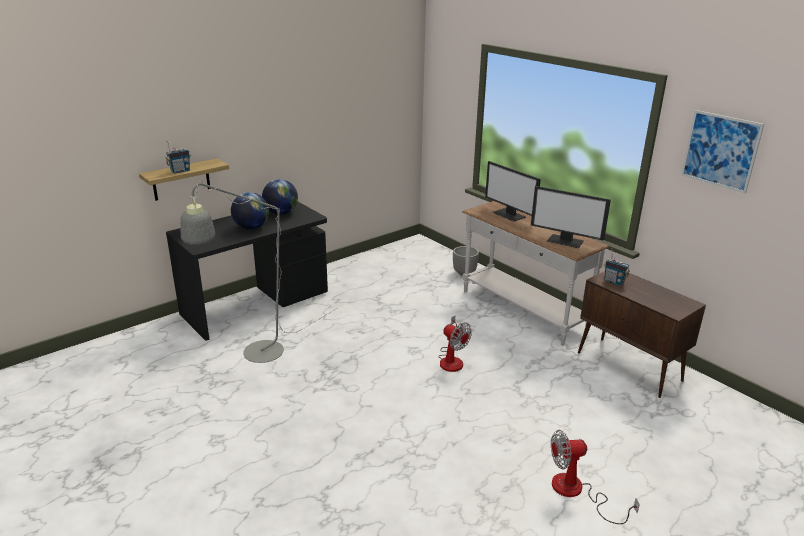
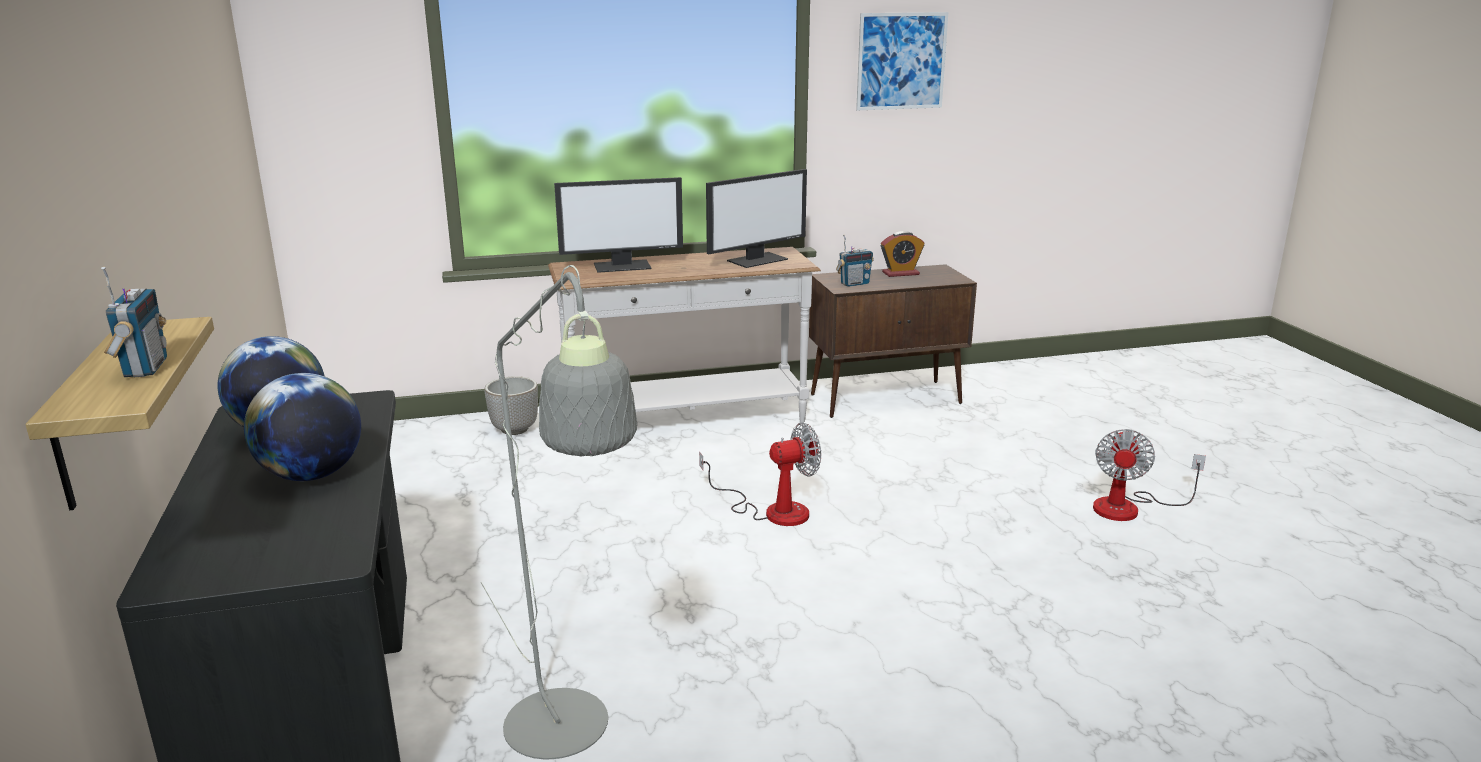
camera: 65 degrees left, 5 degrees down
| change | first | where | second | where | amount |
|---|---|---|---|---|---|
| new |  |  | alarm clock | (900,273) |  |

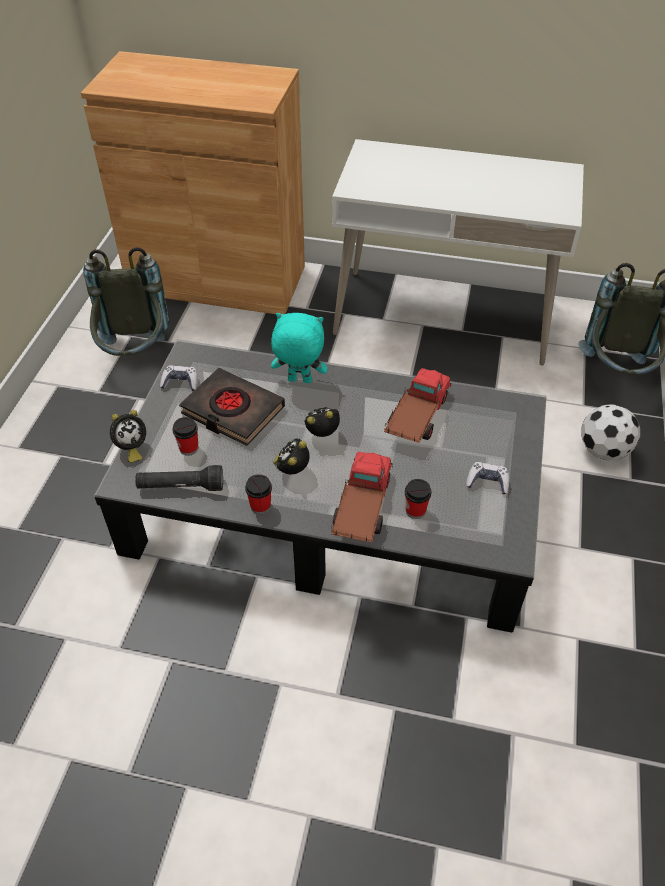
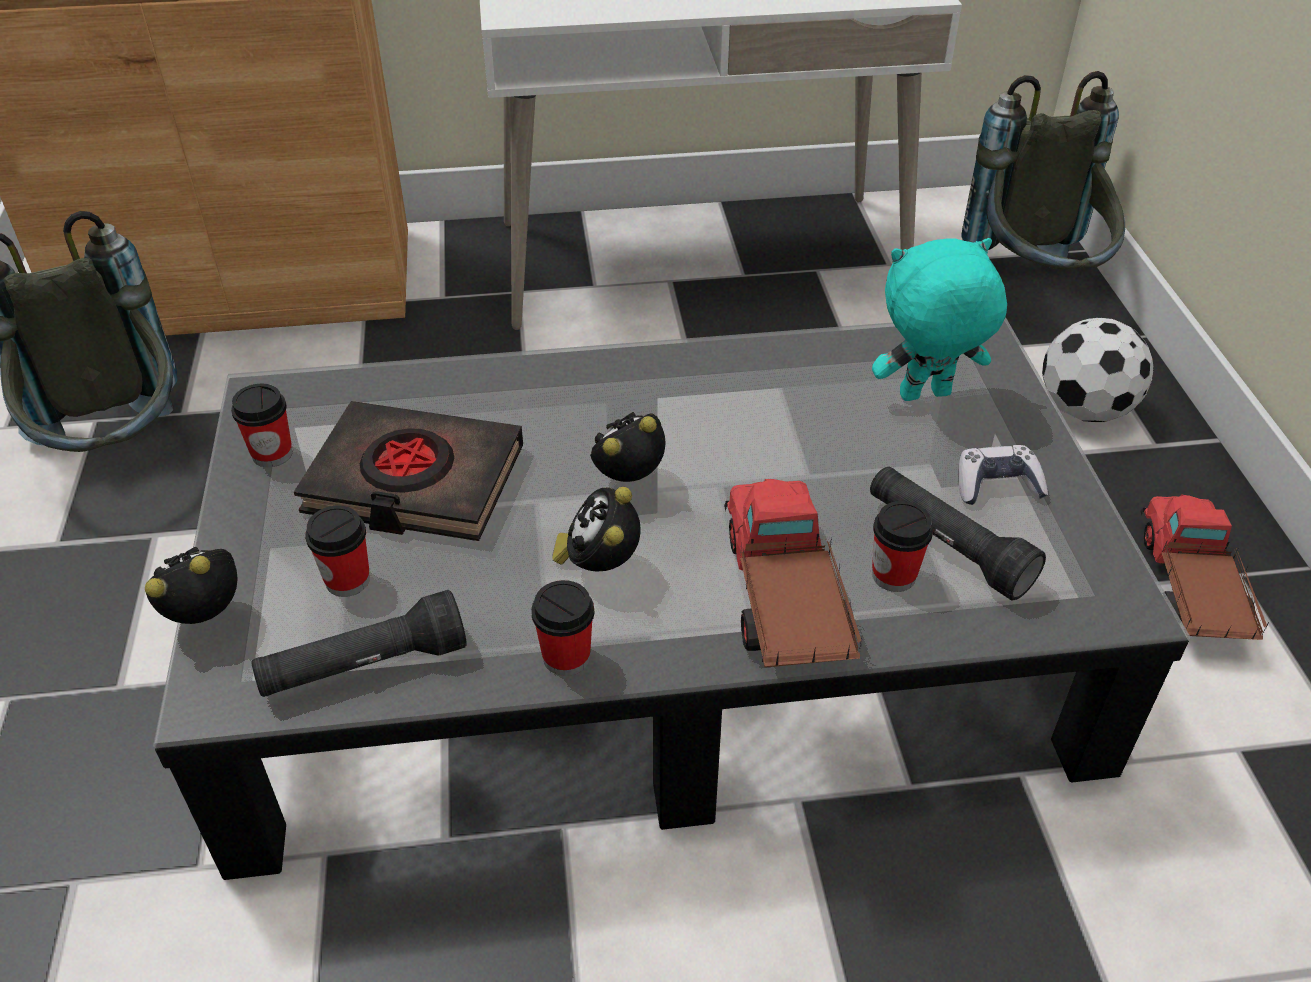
camera: 20 degrees left, 5 degrees down
| change | first | where | second | where | amount |
|---|---|---|---|---|---|
| rotated | alarm clock | (131,448) |  | (209,616) | 150 degrees counterclockwise |
| swapped | game controller | (180,383) | cup | (272,454) |  |
| new |  |  | black flashlight | (946,546) |  |
| shifted | turquoise plush toy | (299,381) |  | (925,397) |  |
| shifted | toy truck | (416,417) |  | (1189,590) |  |

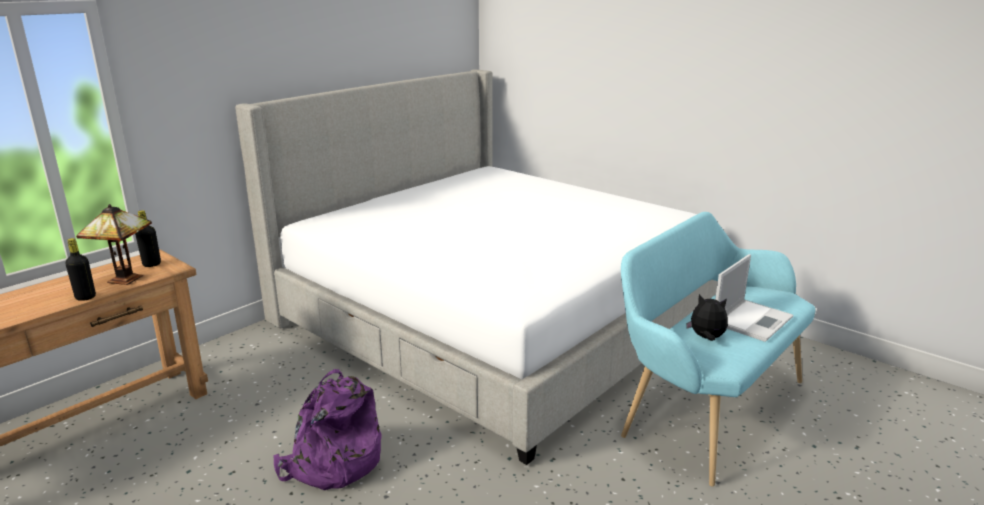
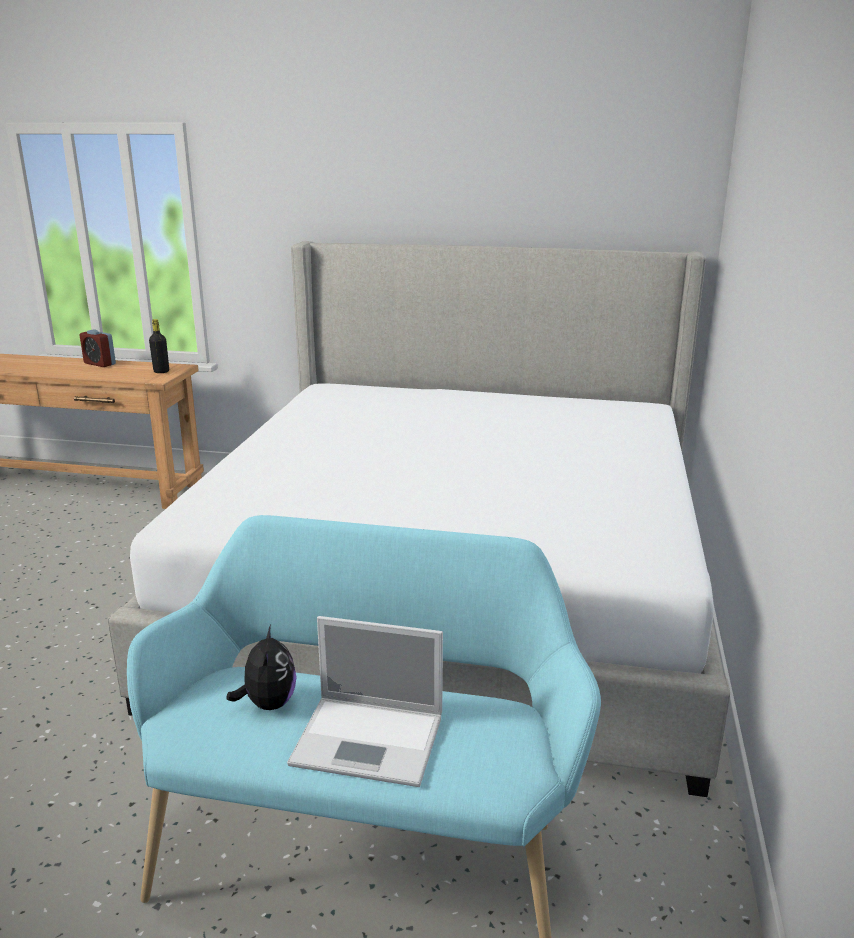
camera: 60 degrees right, 0 degrees up
| change | first | where | second | where | amount |
|---|---|---|---|---|---|
| new |  |  | alarm clock | (100,364) |  |
| gone | black bottle | (85,297) |  |  |  |
| gone | table lamp | (128,279) |  |  |  |
| gone | purple backpack | (332,463) |  |  |  |

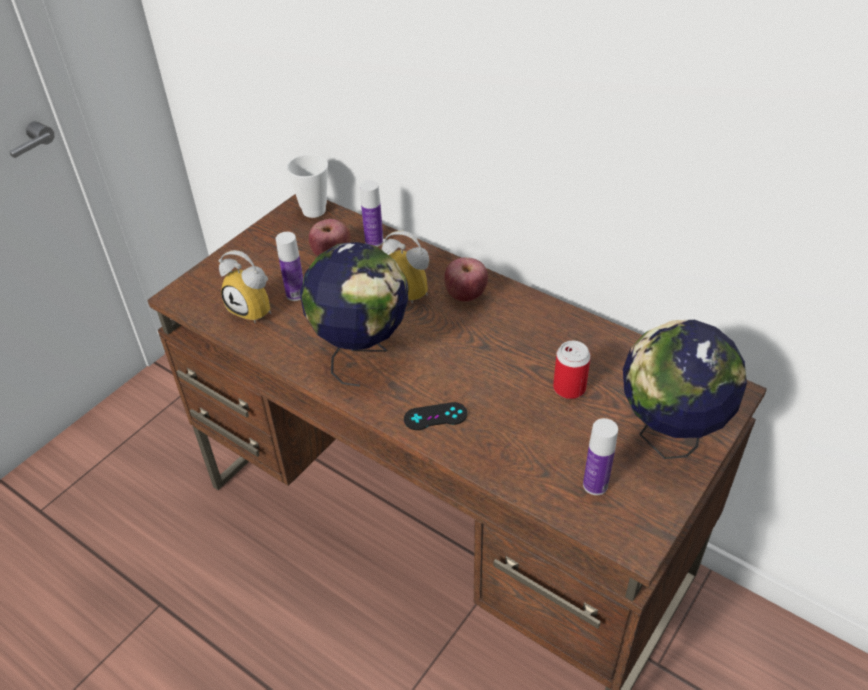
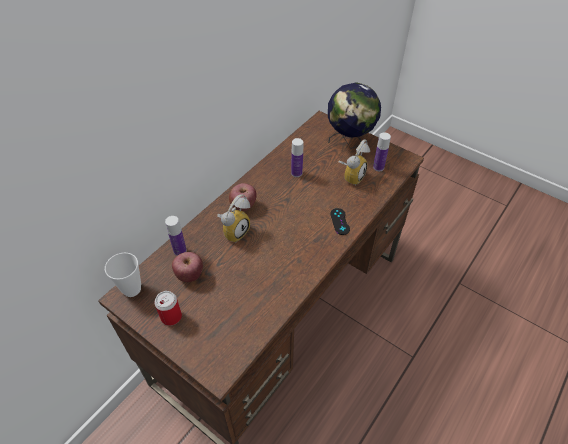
camera: 90 degrees left, 5 degrees up
| change | first | where | second | where | amount |
|---|---|---|---|---|---|
| shifted | can | (569,388) |  | (171,317) |  |
| shifted | bottle | (295,294) |  | (296,173) |  |
| shifted | alarm clock | (256,309) |  | (351,176) |  |
| gone | globe | (361,354) |  |  |  |

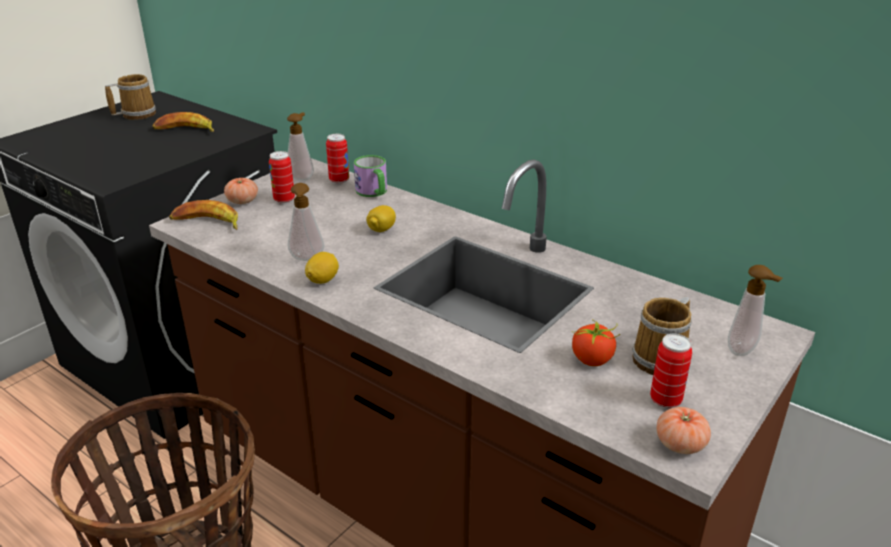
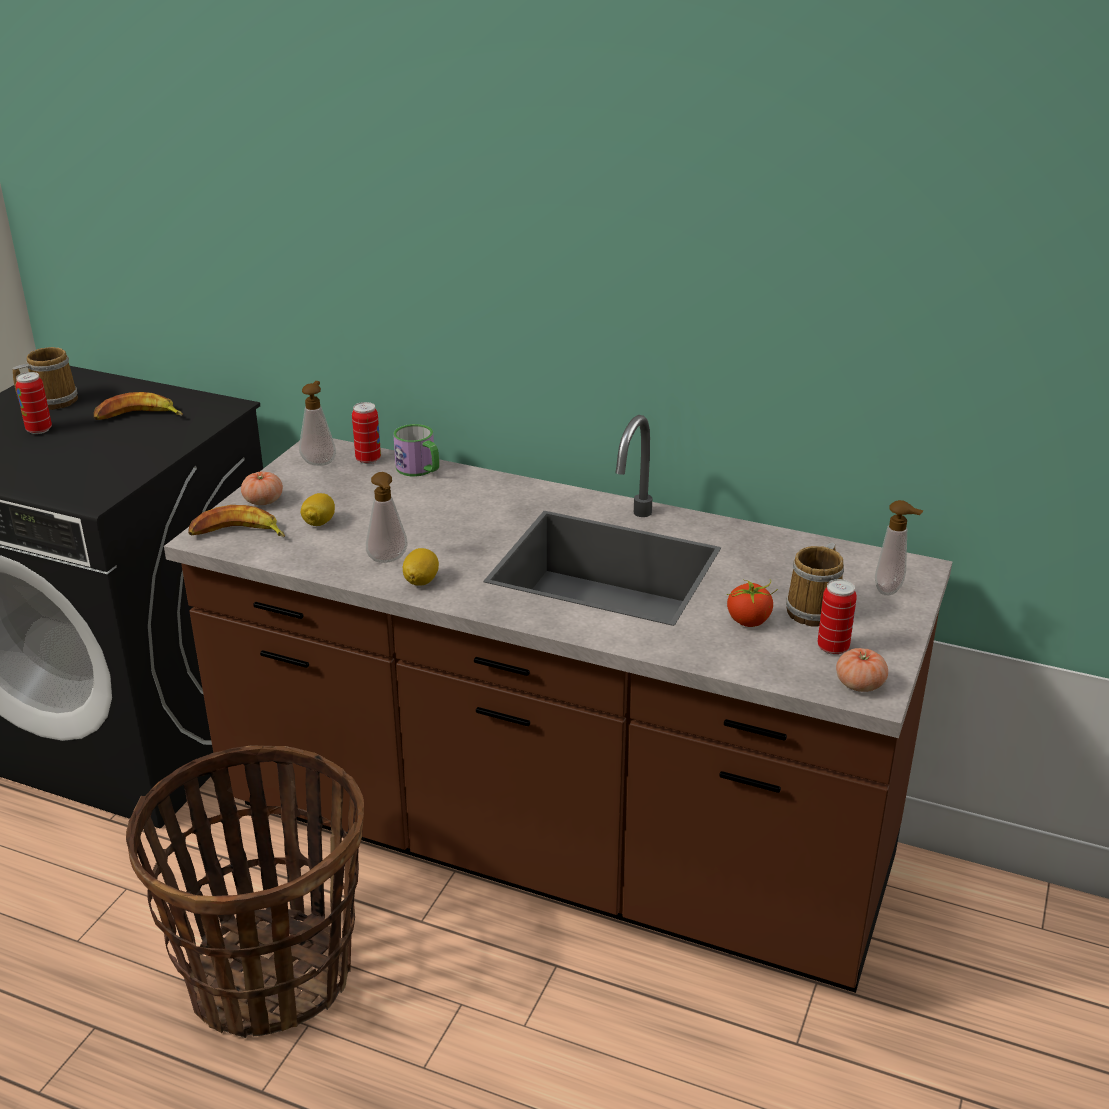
camera: 15 degrees left, 0 degrees up
| change | first | where | second | where | amount |
|---|---|---|---|---|---|
| shifted | can | (284,200) |  | (39,430) |  |
| shifted | lemon | (381,230) |  | (319,523) |  |

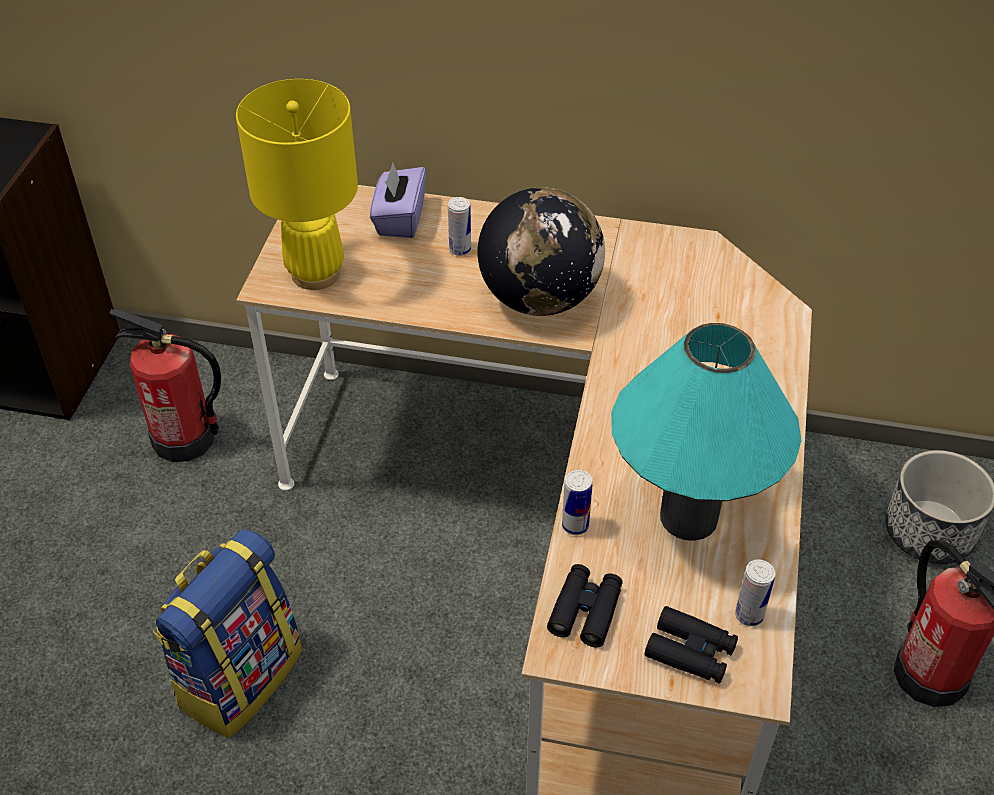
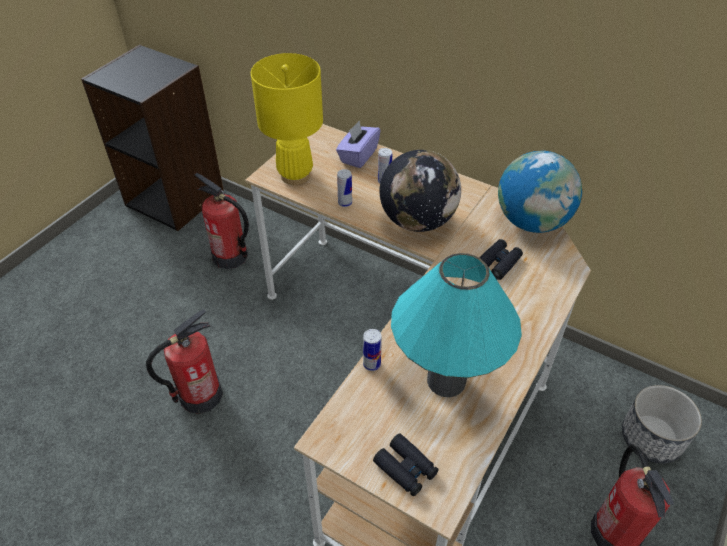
camera: 20 degrees right, 0 degrees up
| change | first | where | second | where | amount |
|---|---|---|---|---|---|
| swapped | backpack | (239,676) | fire extinguisher | (200,395) |  |
| shifted | can | (749,615) |  | (345,203) |  |
| shifted | black binoculars | (585,610) |  | (498,263) |  |
| new |  |  | globe | (532,222) |  |

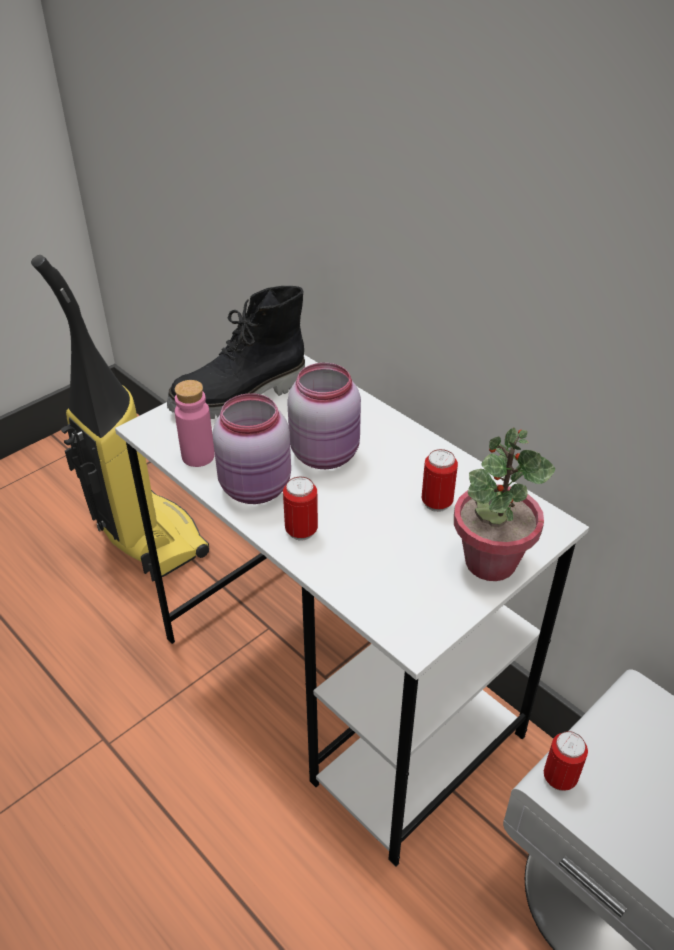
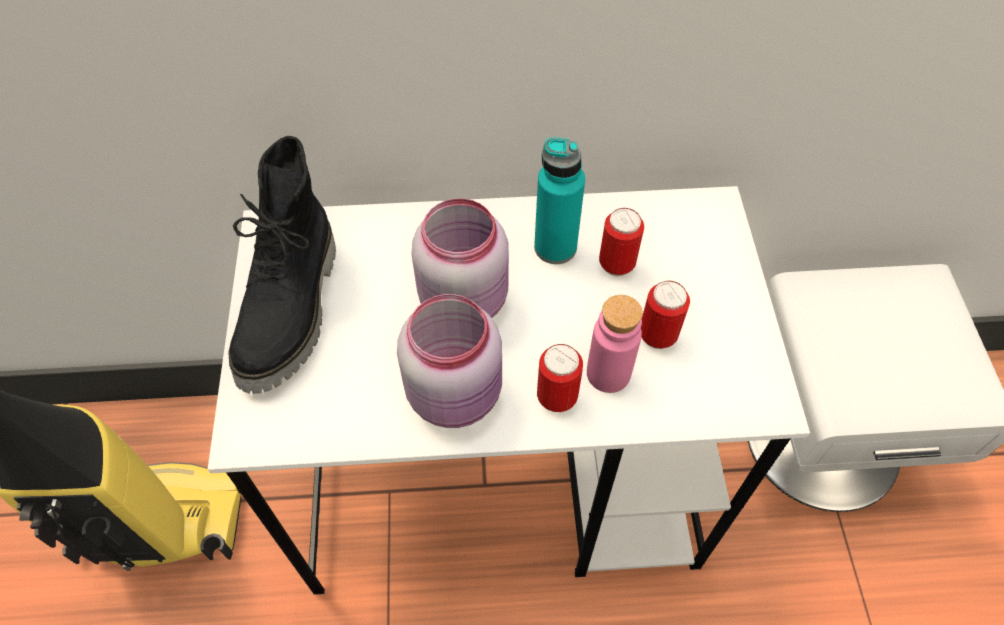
camera: 50 degrees left, 15 degrees up
| change | first | where | second | where | amount |
|---|---|---|---|---|---|
| new |  |  | turquoise bottle | (555,247) |  |
| shifted | pink bottle | (198,456) |  | (608,373) |  |
| shifted | can | (559,778) |  | (657,336) |  |
| gone | potted plant | (490,561) |  |  |  |

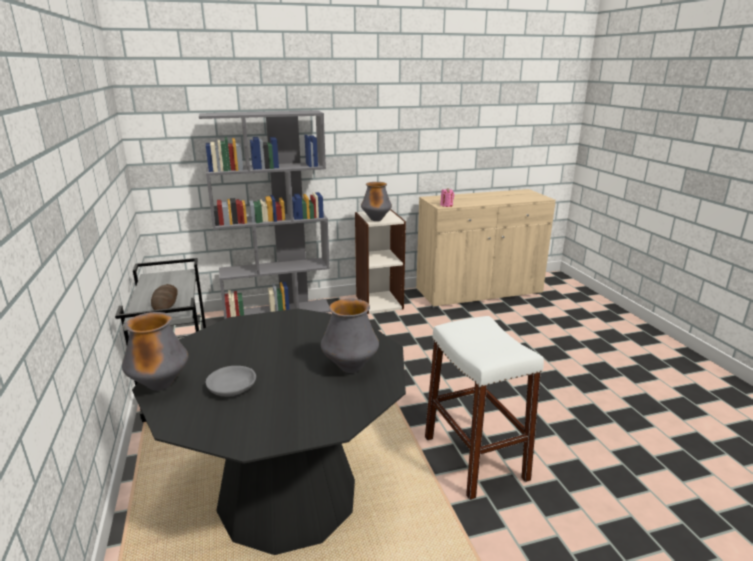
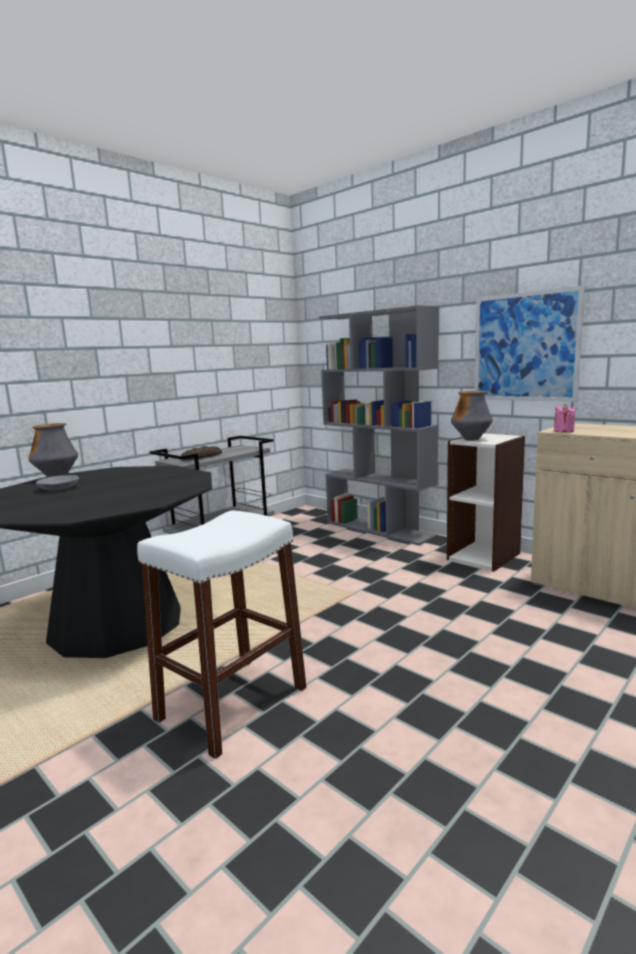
camera: 60 degrees right, 10 degrees down
| change | first | where | second | where | amount |
|---|---|---|---|---|---|
| new |  |  | picture | (525,347) |  |
| gone | vase | (350,368) |  |  |  |

